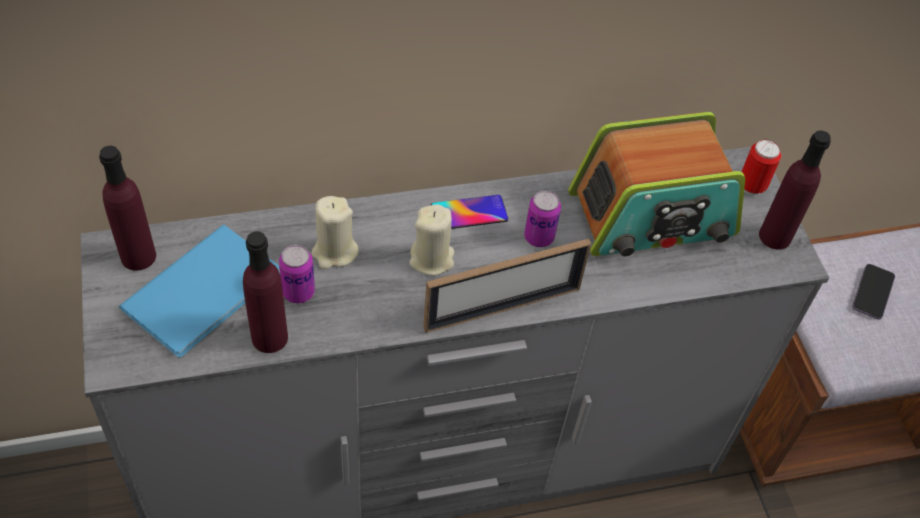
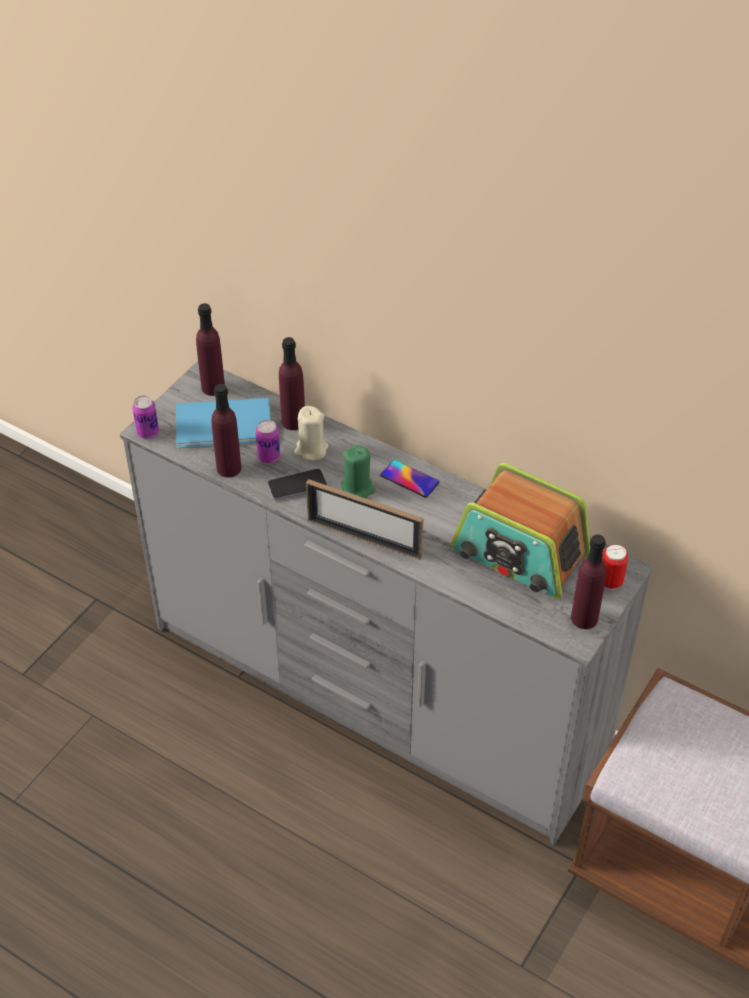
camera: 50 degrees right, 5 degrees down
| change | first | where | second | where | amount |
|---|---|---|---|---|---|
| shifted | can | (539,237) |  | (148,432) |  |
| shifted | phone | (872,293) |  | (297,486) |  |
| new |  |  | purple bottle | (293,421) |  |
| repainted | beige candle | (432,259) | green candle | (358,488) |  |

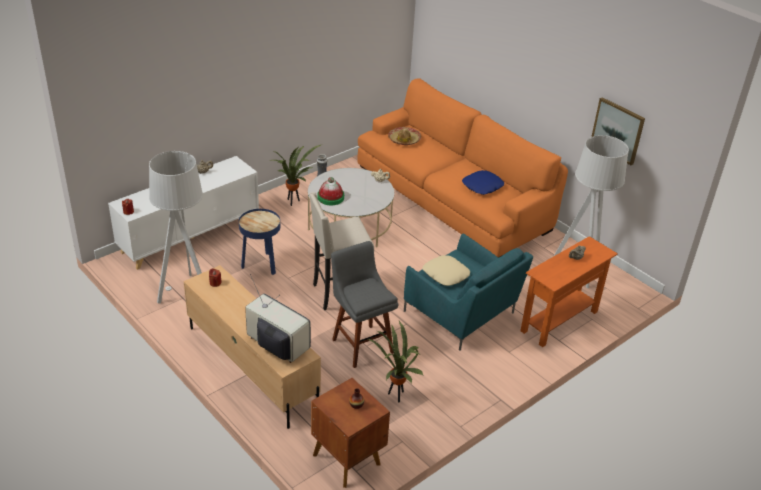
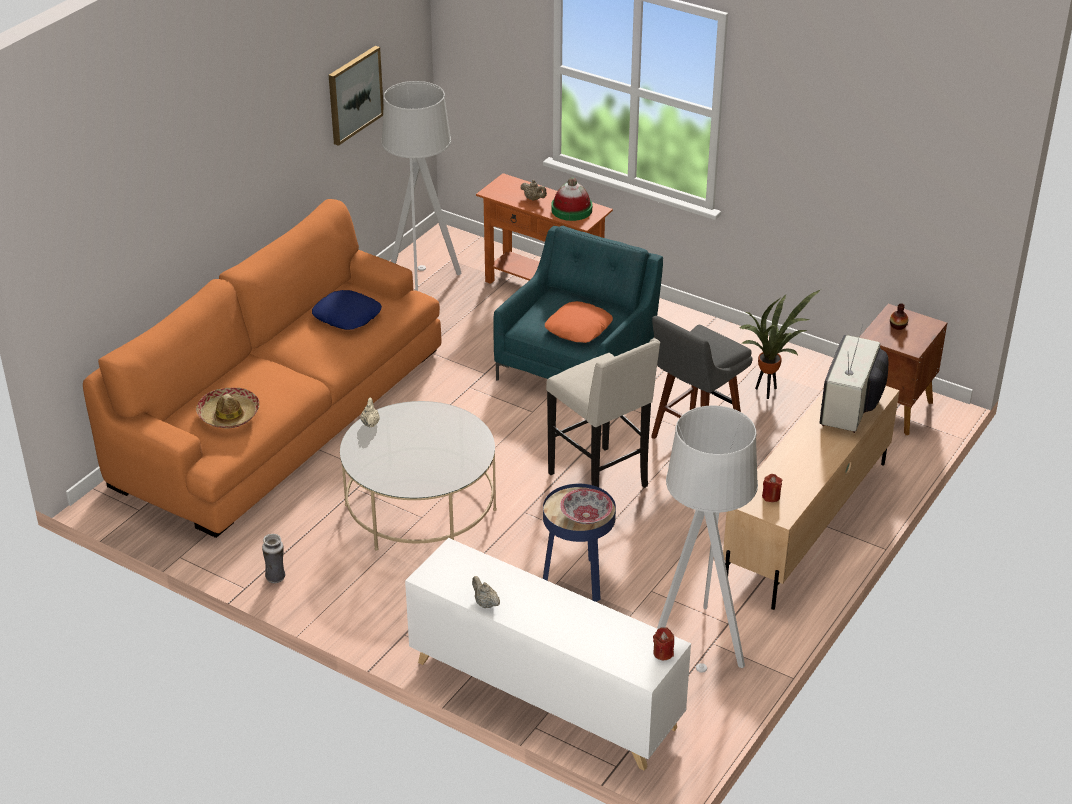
camera: 105 degrees left, 0 degrees up
| change | first | where | second | where | amount |
|---|---|---|---|---|---|
| repainted | beige pillow | (445,274) | orange pillow | (579,329) |  |
| shifted | hat | (330,197) |  | (571,210) |  |
| new |  |  | bowl | (586,515) |  |
| gone | potted plant | (293,202) |  |  |  |

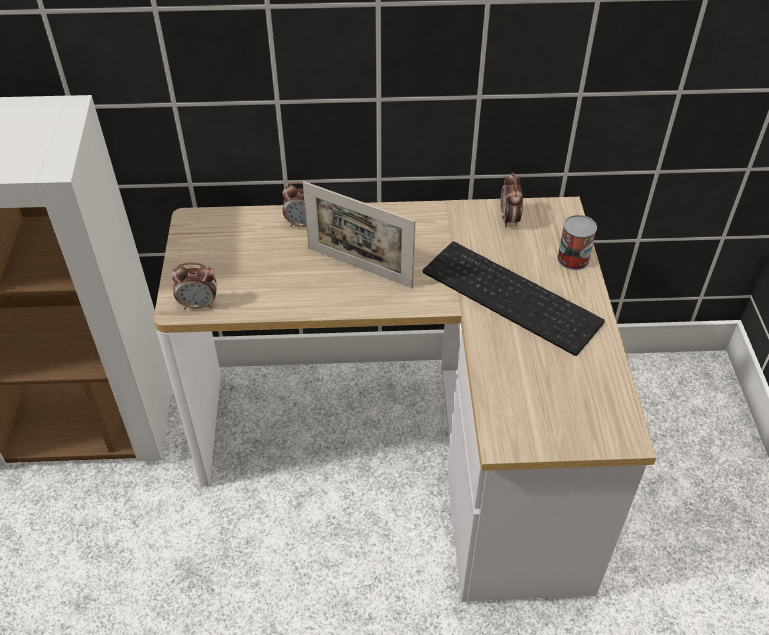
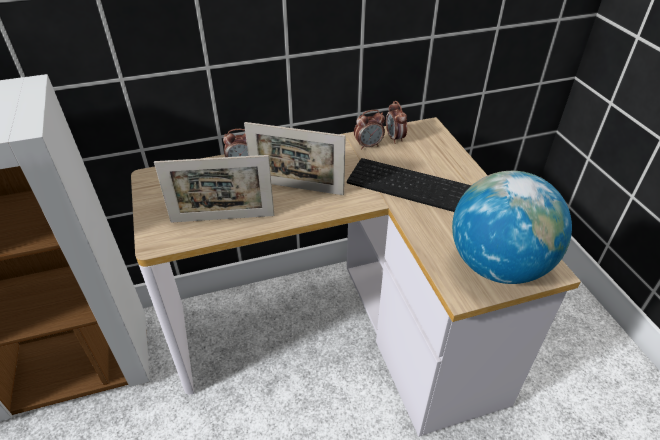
camera: 15 degrees left, 5 degrees down
| change | first | where | second | where | amount |
|---|---|---|---|---|---|
| new |  |  | picture frame | (222,218) |  |
| shifted | alarm clock | (199,304) |  | (368,145) |  |
| new |  |  | globe | (497,265) |  |
| gone | can | (573,259) |  |  |  |

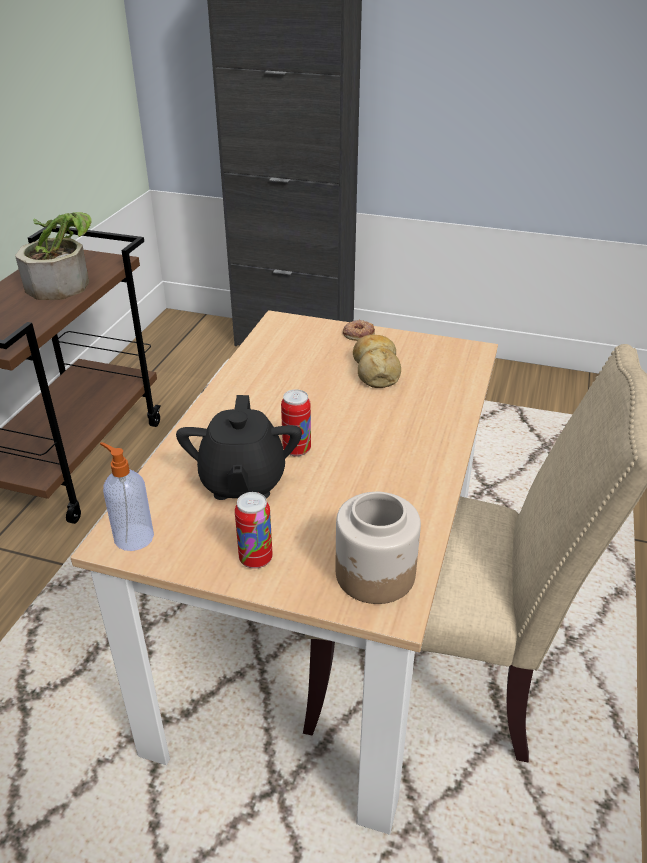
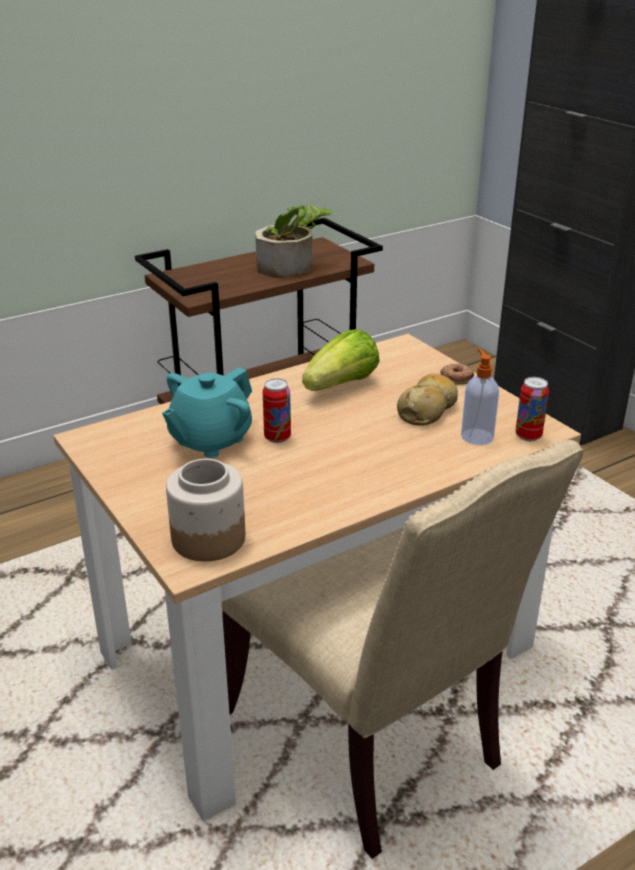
camera: 40 degrees right, 5 degrees down
| change | first | where | second | where | amount |
|---|---|---|---|---|---|
| repainted | black teapot | (242,482) | turquoise teapot | (210,440) |  |
| new |  |  | lettuce | (341,385) |  |
| shifted | soap dispenser | (133,536) |  | (476,436) |  |
| shifted | can | (255,559) |  | (528,436) |  |

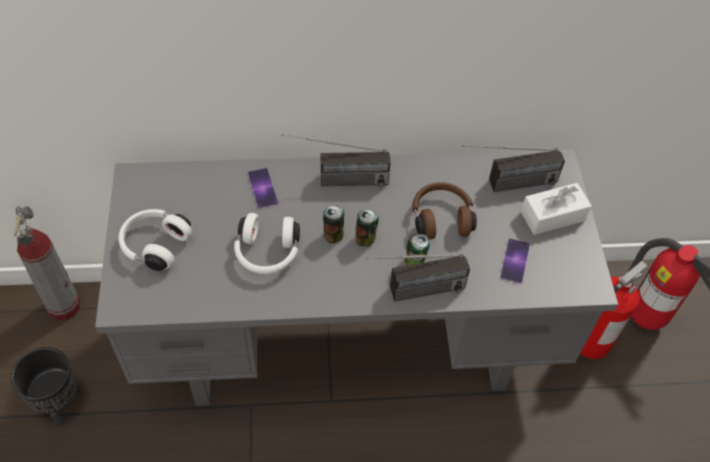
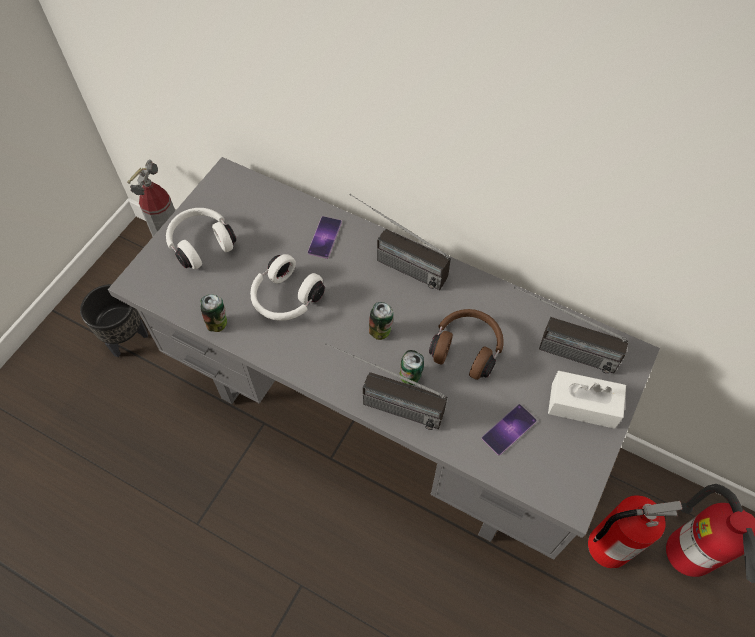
camera: 35 degrees right, 5 degrees up
| change | first | where | second | where | amount |
|---|---|---|---|---|---|
| shifted | can | (333,235) |  | (218,323) |  |

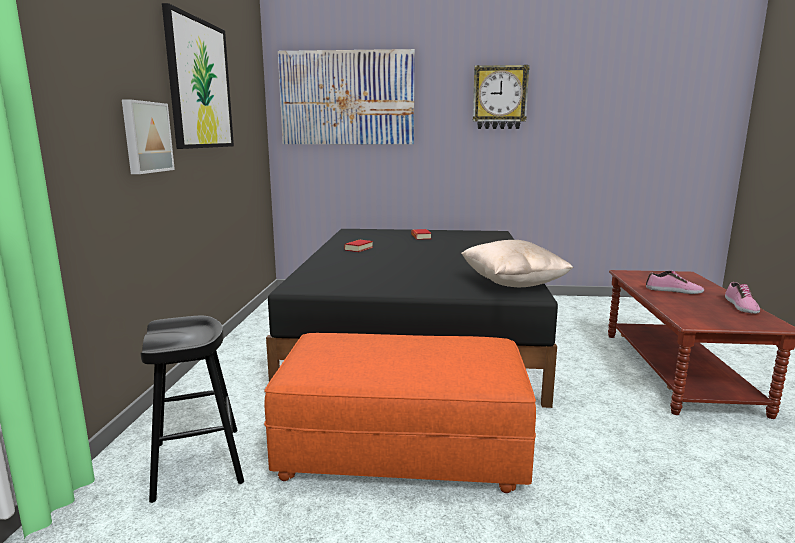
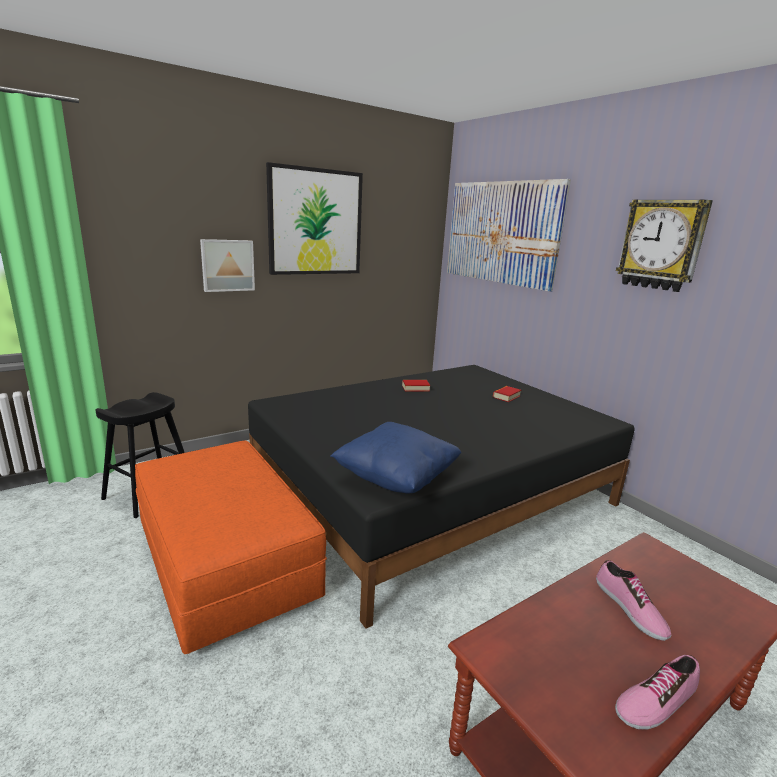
camera: 50 degrees right, 5 degrees up
| change | first | where | second | where | amount |
|---|---|---|---|---|---|
| repainted | beige pillow | (512,284) | blue pillow | (396,478) |  |

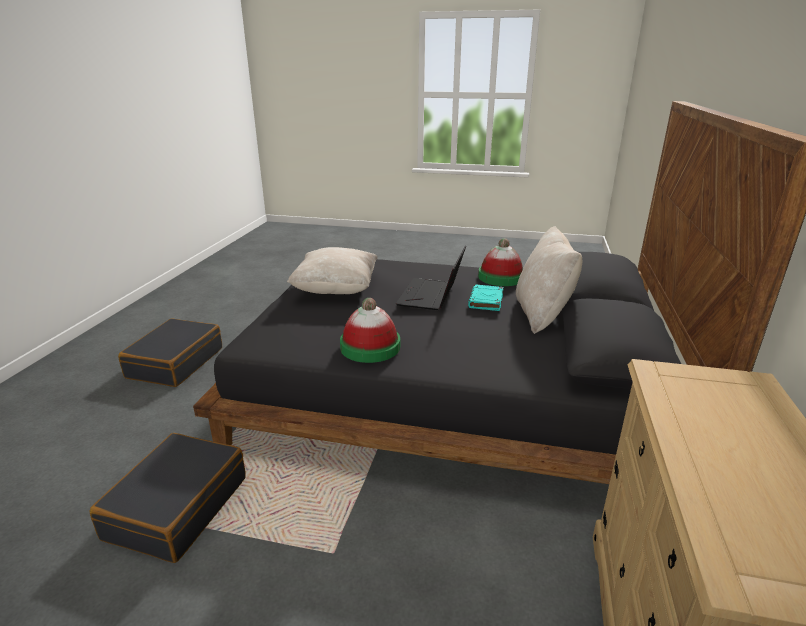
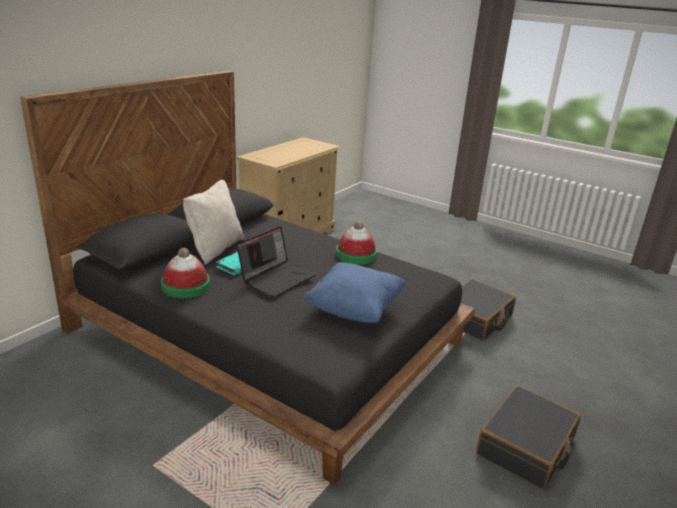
camera: 160 degrees left, 0 degrees up
| change | first | where | second | where | amount |
|---|---|---|---|---|---|
| repainted | beige pillow | (336,290) | blue pillow | (354,310) |  |

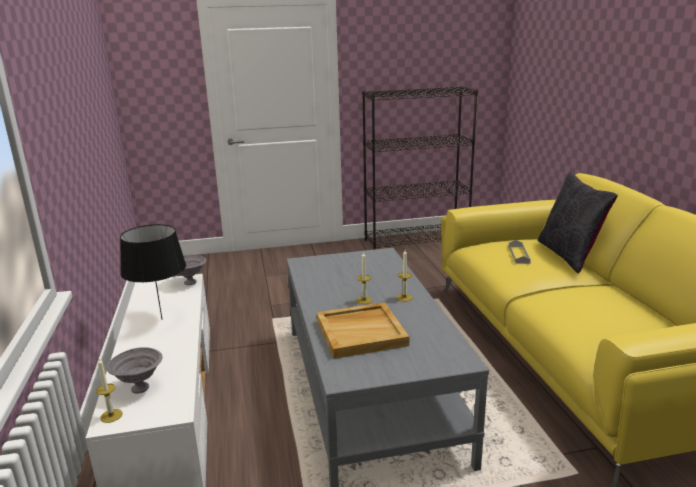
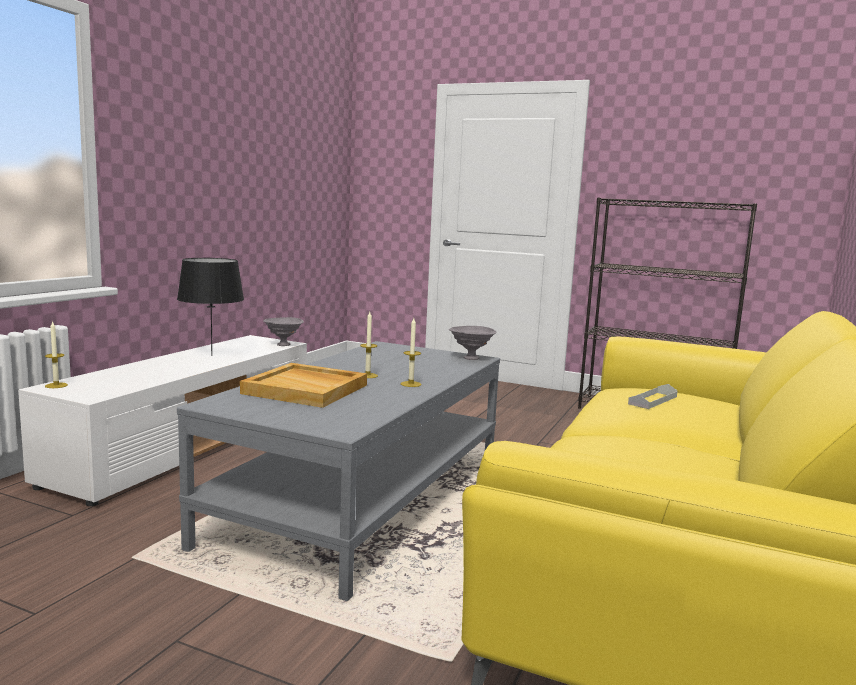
camera: 35 degrees right, 10 degrees down
| change | first | where | second | where | amount |
|---|---|---|---|---|---|
| shifted | grey bowl | (138,388) |  | (470,358) |  |
| gone | black pillow | (569,255) |  |  |  |

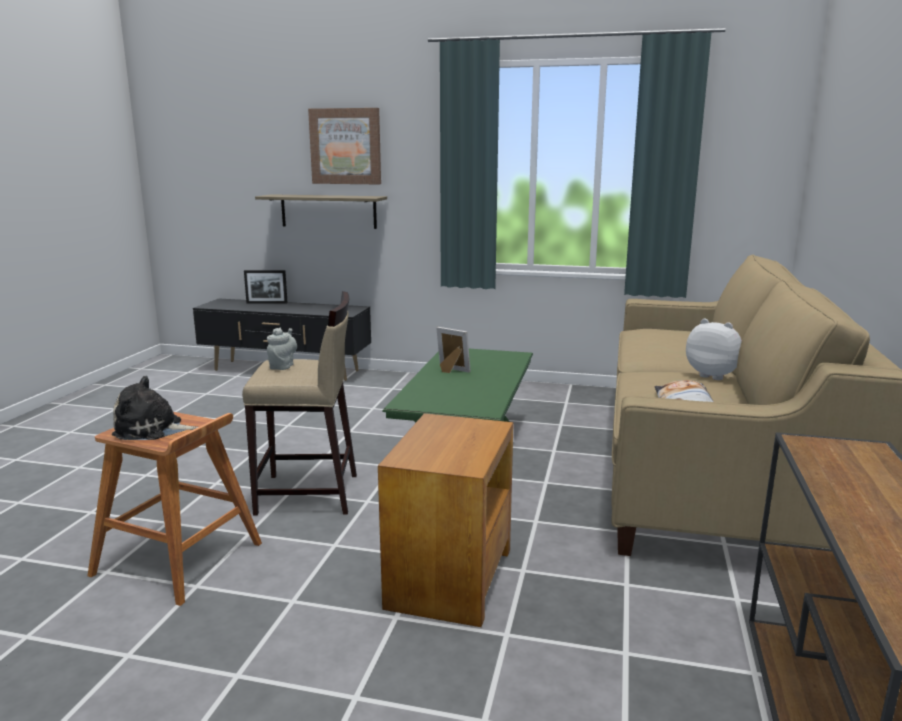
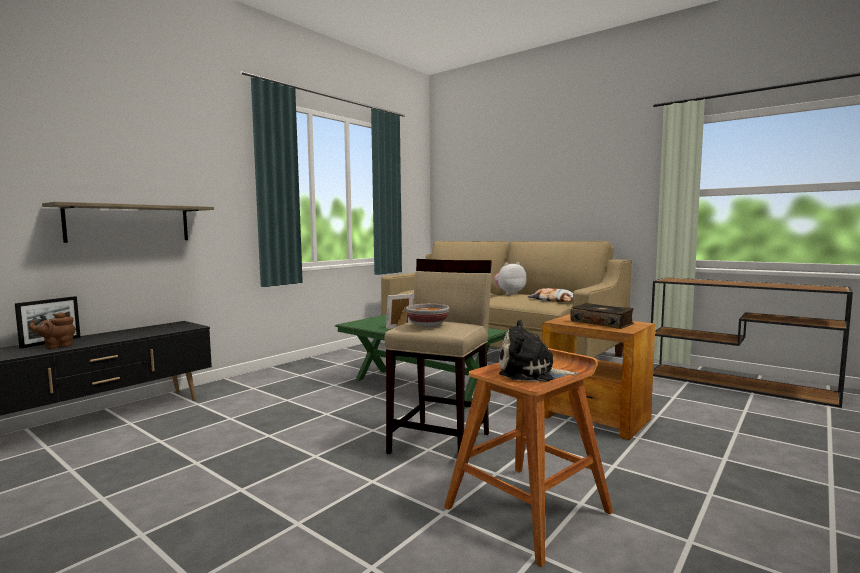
camera: 65 degrees left, 10 degrees down
| change | first | where | second | where | amount |
|---|---|---|---|---|---|
| new |  |  | brown teapot | (57,346) |  |
| swapped | grey teapot | (282,366) | bowl | (428,325) |  |
| rotated | plush toy | (152,430) |  | (531,373) | 75 degrees clockwise |
| new |  |  | book | (602,323) |  |
| gone | picture | (345,146) |  |  |  |

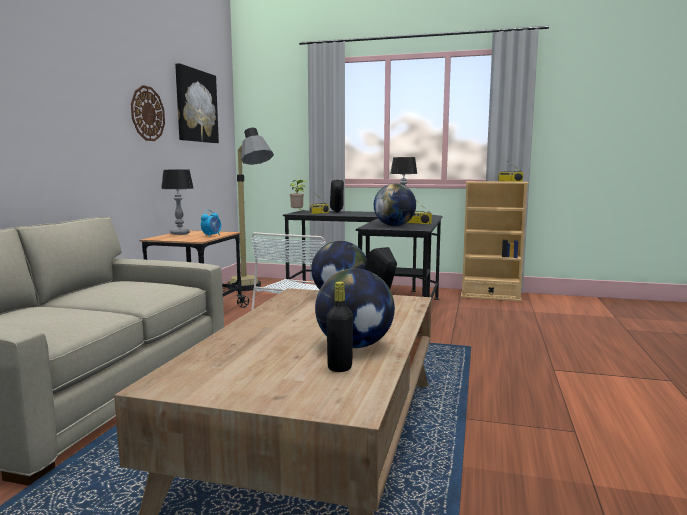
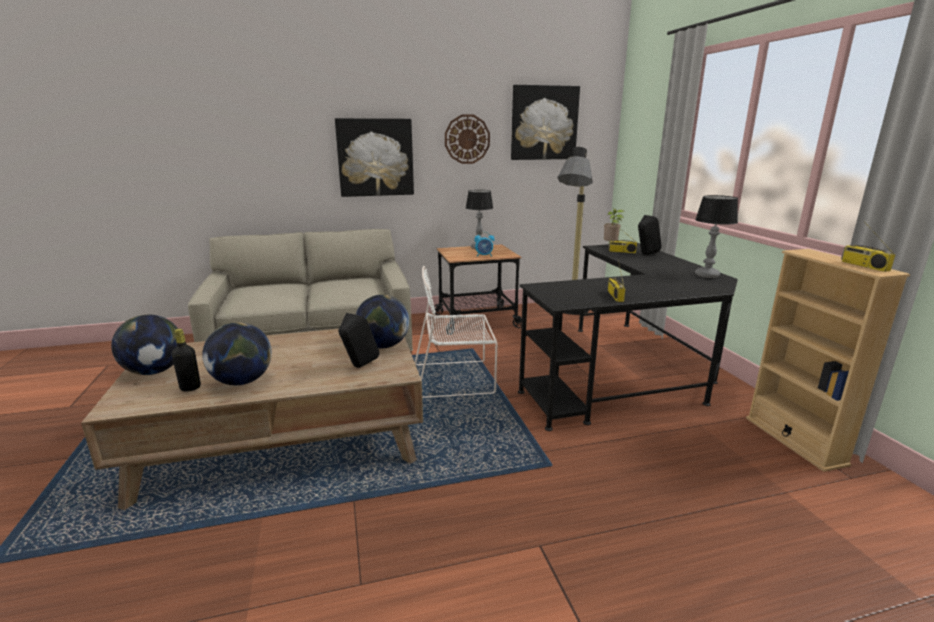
camera: 60 degrees right, 10 degrees up
| change | first | where | second | where | amount |
|---|---|---|---|---|---|
| shifted | globe | (394,226) |  | (154,371) |  |
| new |  |  | picture | (375,157) |  |

